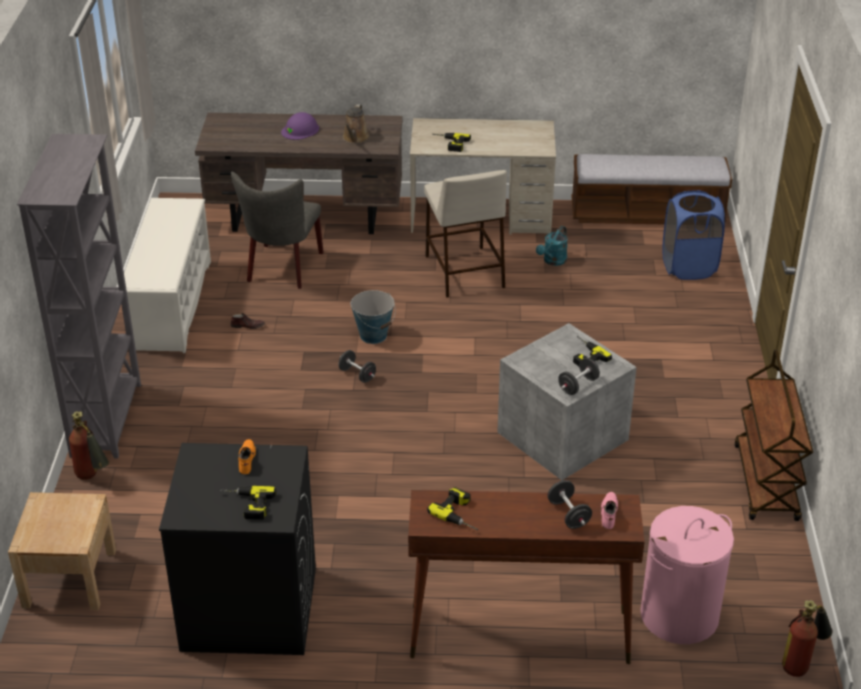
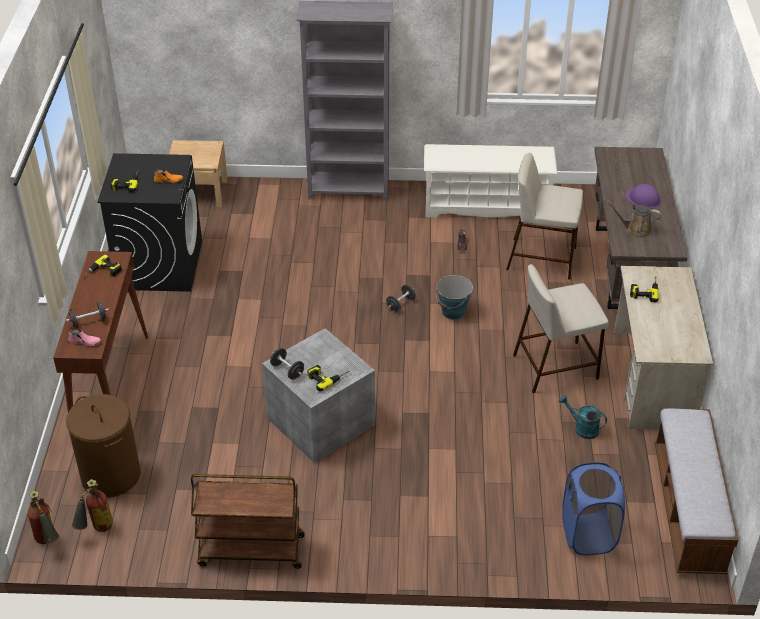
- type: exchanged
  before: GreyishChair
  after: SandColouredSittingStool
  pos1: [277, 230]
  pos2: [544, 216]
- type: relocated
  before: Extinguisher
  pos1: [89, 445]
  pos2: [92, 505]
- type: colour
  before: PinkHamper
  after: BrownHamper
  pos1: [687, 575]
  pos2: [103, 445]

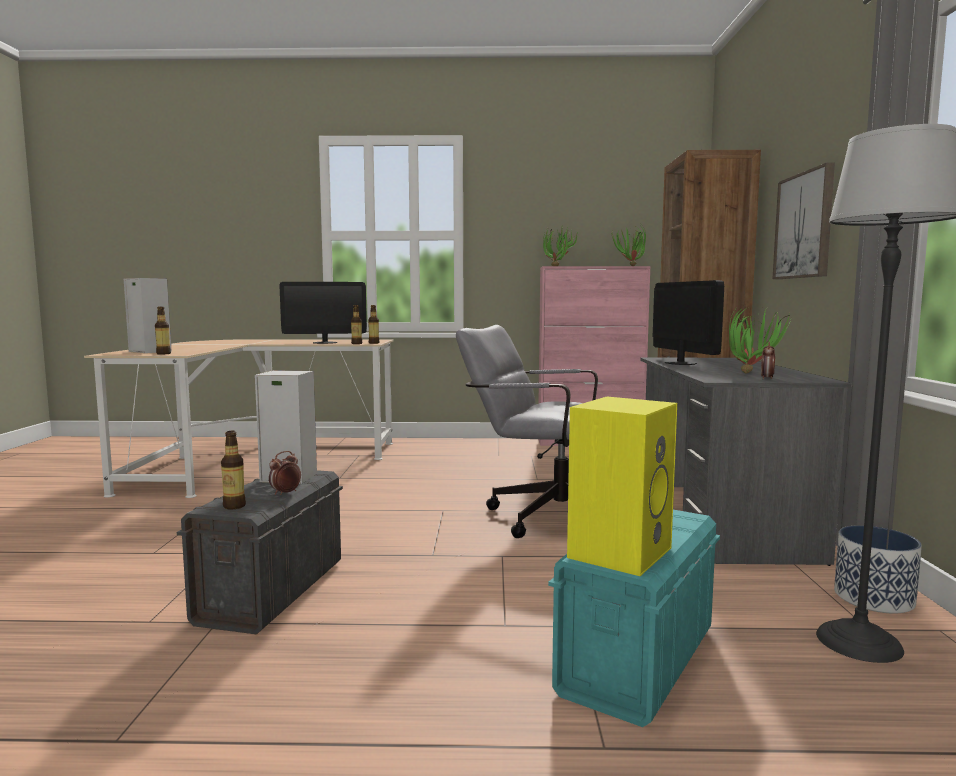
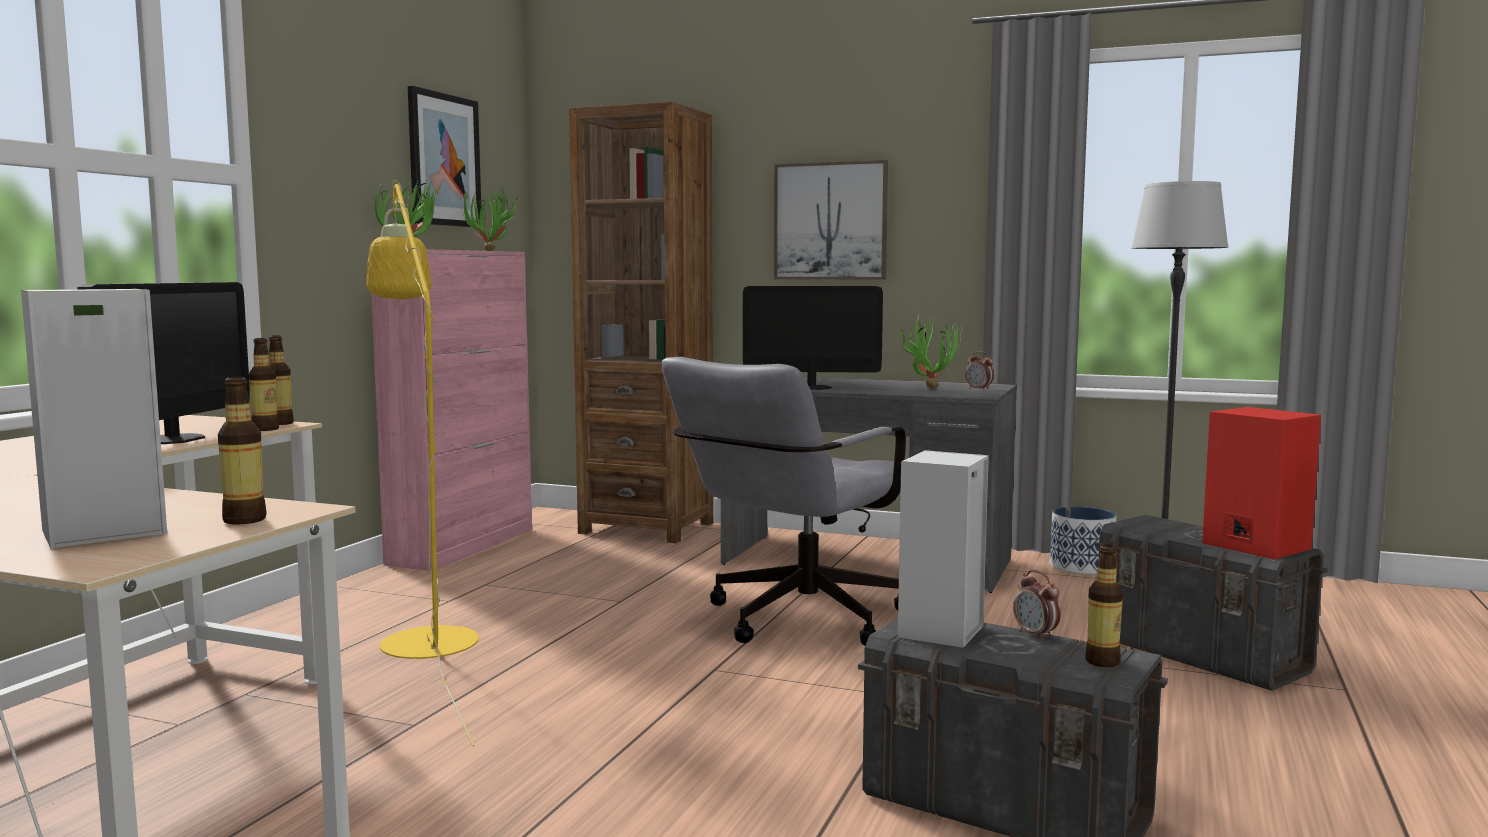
- type: colour
  before: YellowAudioSpeaker
  after: RedColouredAudioSpeaker
  pos1: [622, 486]
  pos2: [1261, 483]
- type: colour
  before: TurquoiseStorageBox
  after: GreyishStorageBox
  pos1: [634, 618]
  pos2: [1211, 603]
- type: appeared
  after: WallPicture
  pos2: [444, 156]
- type: appeared
  after: YellowStandardLamp
  pos2: [422, 463]

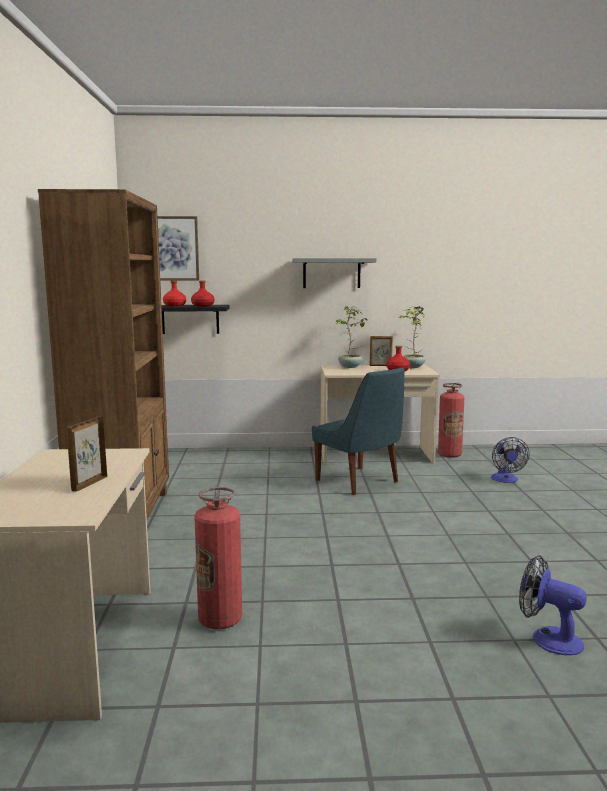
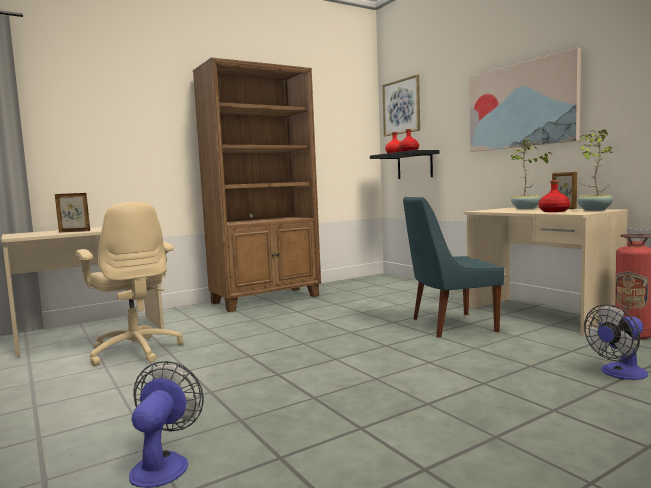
- type: exchanged
  before: GreyishShelf
  after: WallPicture
  pos1: [334, 273]
  pos2: [525, 100]
- type: spun
  before: BlueColouredChair
  pos1: [358, 431]
  pos2: [453, 267]
  turn: 60
- type: exchanged
  before: Extinguisher
  after: SandColouredOfficeChair
  pos1: [218, 558]
  pos2: [129, 284]

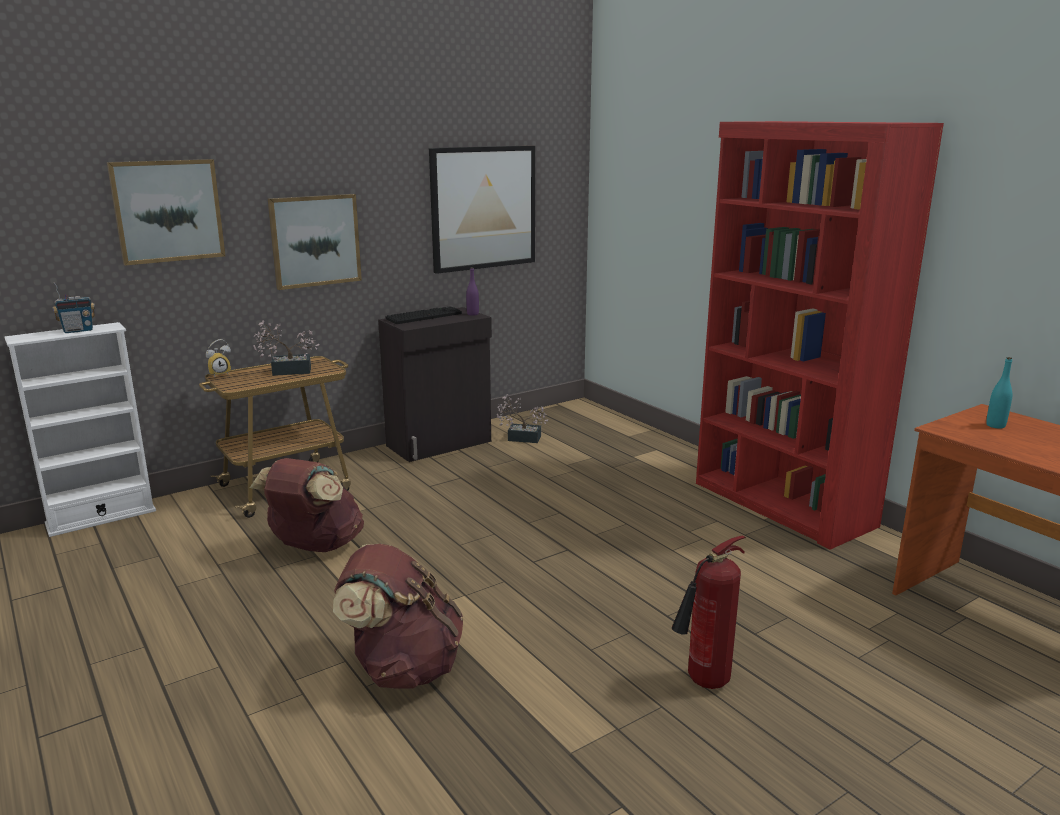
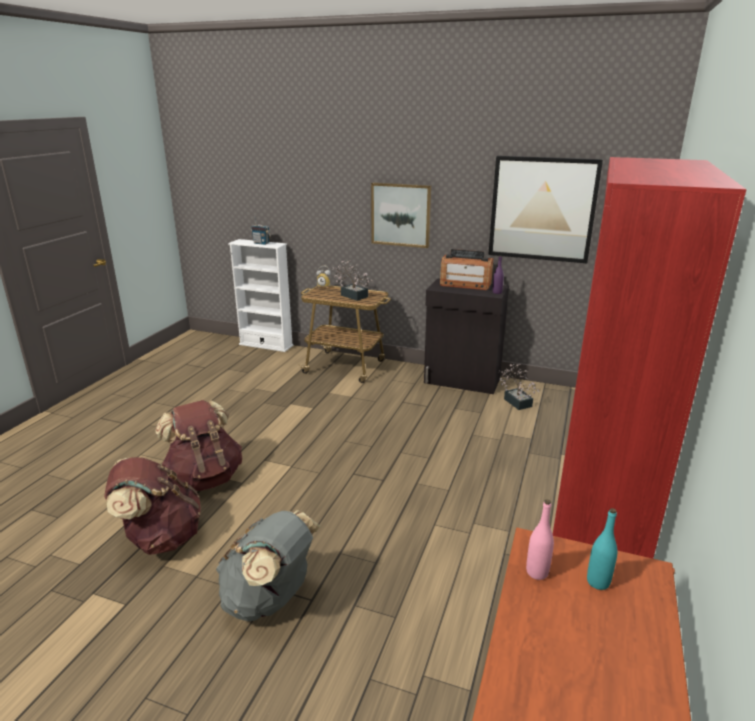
- type: missing
  before: WallPicture
  pos1: [166, 212]
- type: exchanged
  before: ComputerKeyboard
  after: RadioReceiver
  pos1: [424, 315]
  pos2: [466, 269]
- type: relocated
  before: BrownRucksack
  pos1: [307, 505]
  pos2: [152, 506]
- type: exchanged
  before: Extinguisher
  after: GreyishRucksack
  pos1: [709, 612]
  pos2: [268, 565]
- type: appeared
  after: PinkDrinkBottle
  pos2: [540, 539]

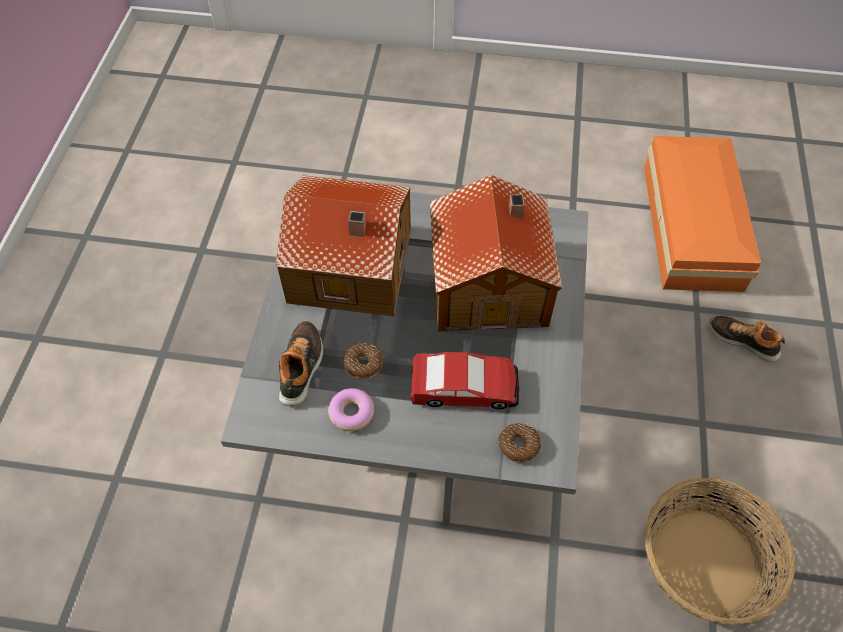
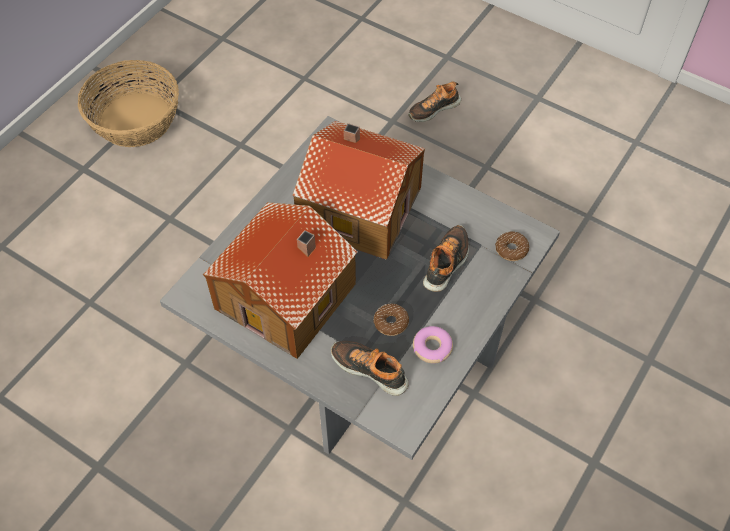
- type: missing
  before: OrangeColouredStorageBox
  pos1: [702, 214]
- type: exchanged
  before: ToyCar
  after: LowShoe
  pos1: [465, 381]
  pos2: [446, 258]
- type: relocated
  before: HouseholdBasket
  pos1: [720, 551]
  pos2: [128, 103]

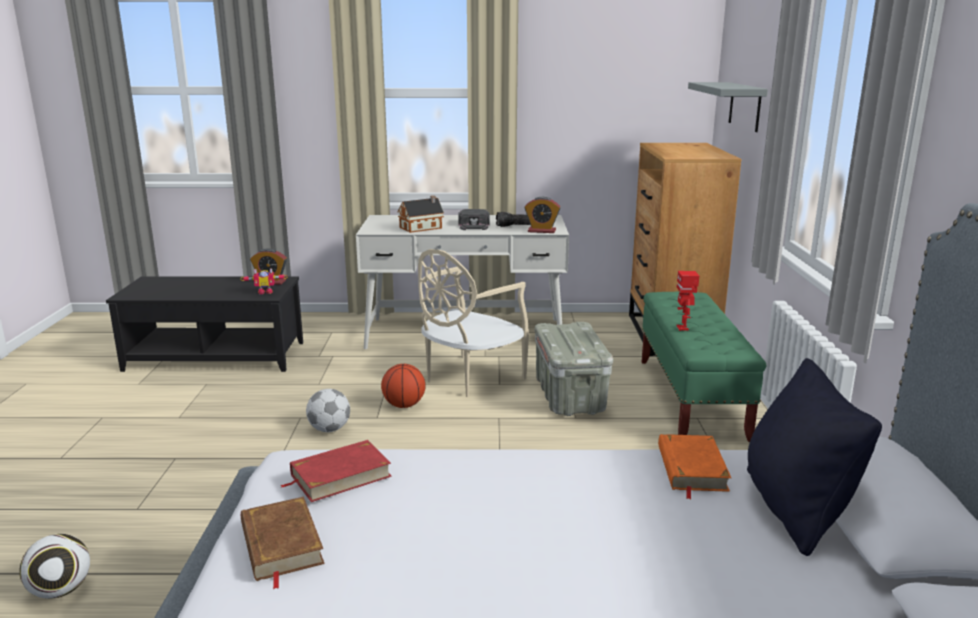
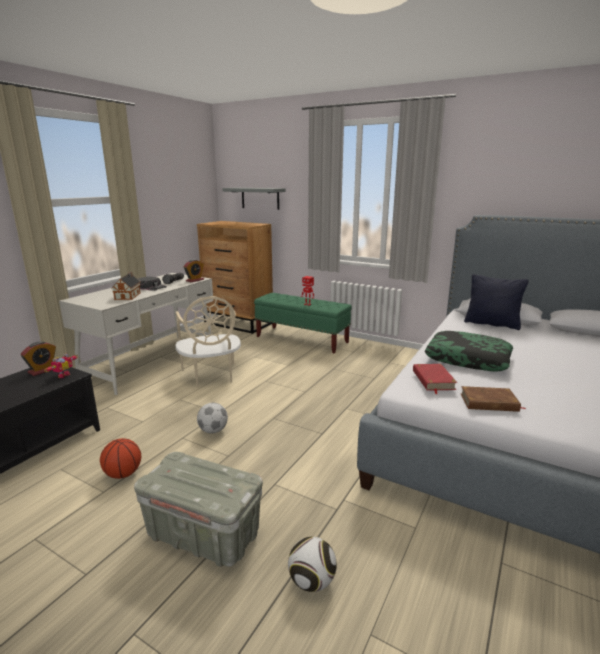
- type: relocated
  before: GreyishStorageBox
  pos1: [574, 369]
  pos2: [198, 509]
- type: relocated
  before: BallForBasketball
  pos1: [403, 386]
  pos2: [120, 458]
- type: missing
  before: OrangeColouredBoundBook
  pos1: [694, 466]
- type: appeared
  after: Pillow
  pos2: [469, 351]

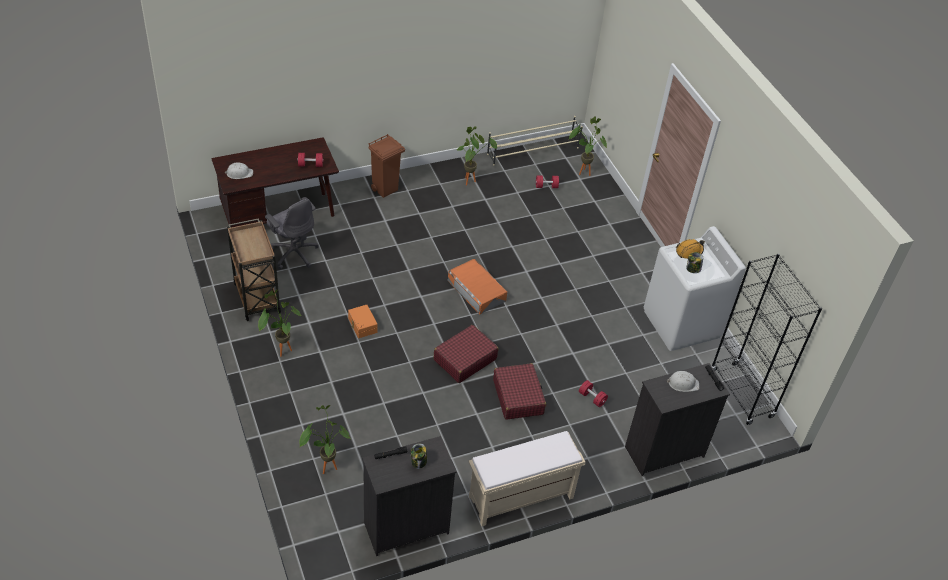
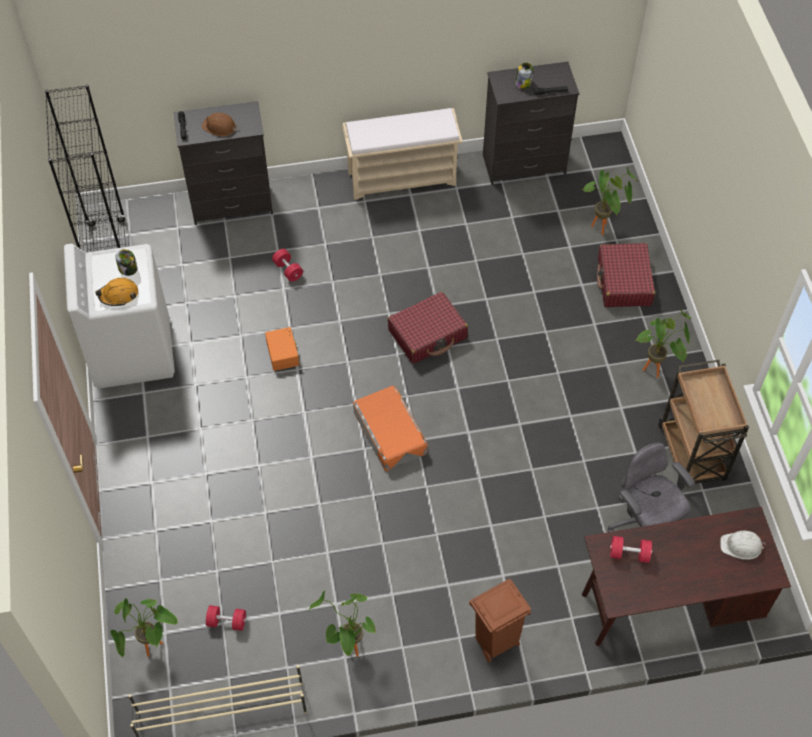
- type: relocated
  before: OrangeColouredStorageBox
  pos1: [363, 321]
  pos2: [282, 349]
- type: relocated
  before: RedColouredPieceOfLuggage
  pos1: [519, 391]
  pos2: [626, 275]
- type: colour
  before: WhitishSafetyHelmet
  after: BrownSafetyHelmet
  pos1: [683, 381]
  pos2: [219, 125]

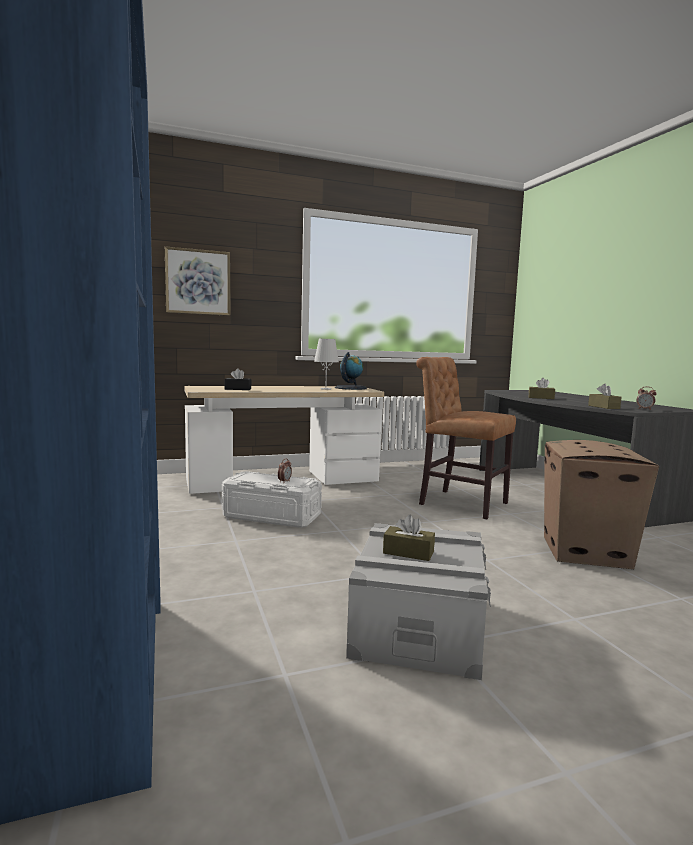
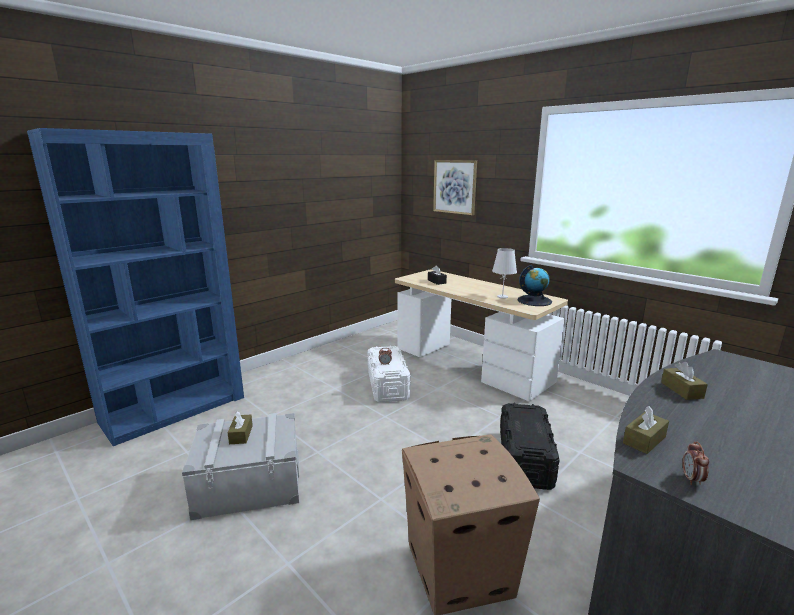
- type: exchanged
  before: BrownChair
  after: BlackishStorageBox
  pos1: [466, 438]
  pos2: [530, 446]

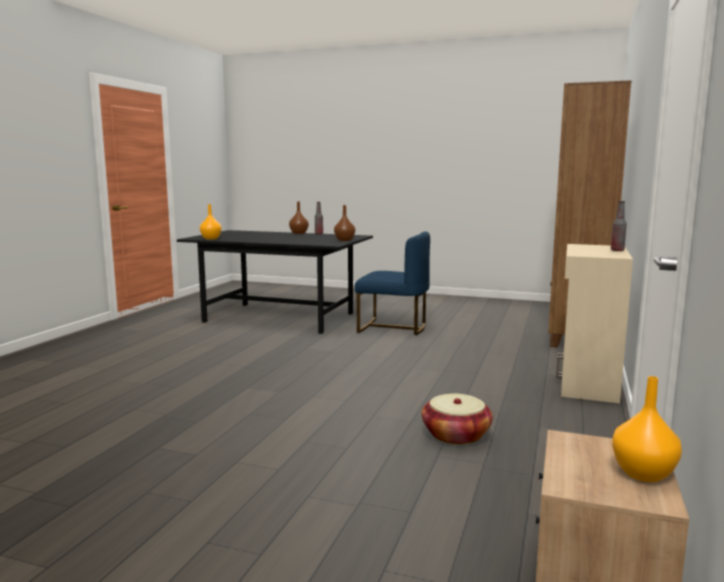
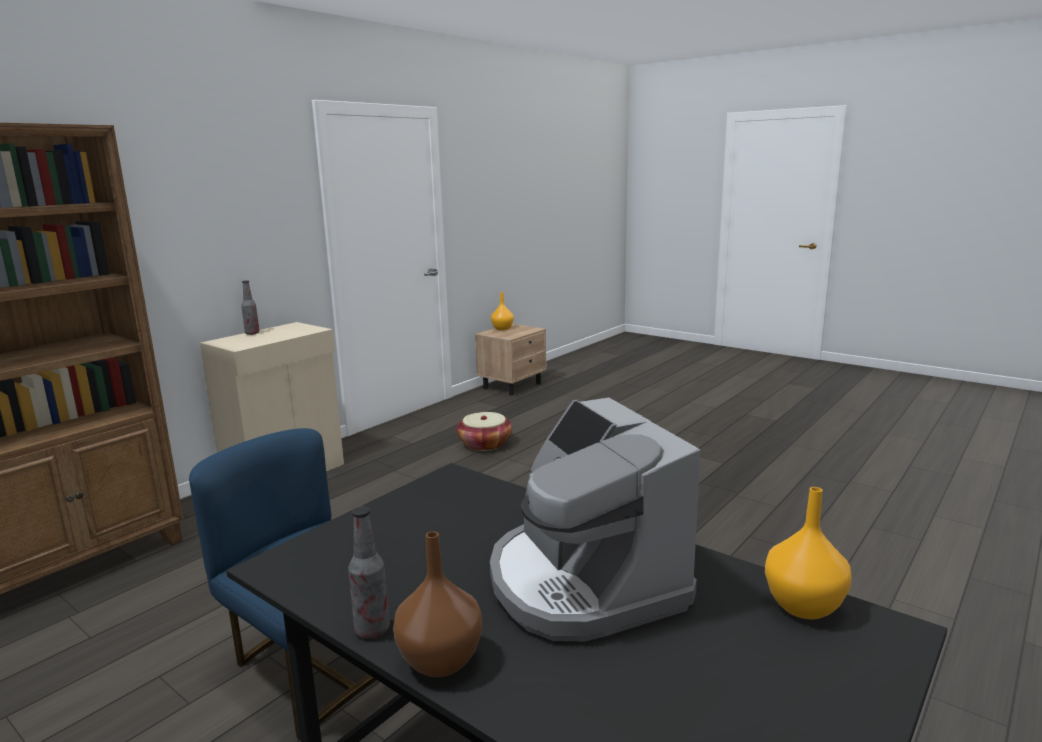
- type: missing
  before: BrownDecorativeVase
  pos1: [344, 223]
- type: appeared
  after: CoffeeMaker
  pos2: [595, 519]

